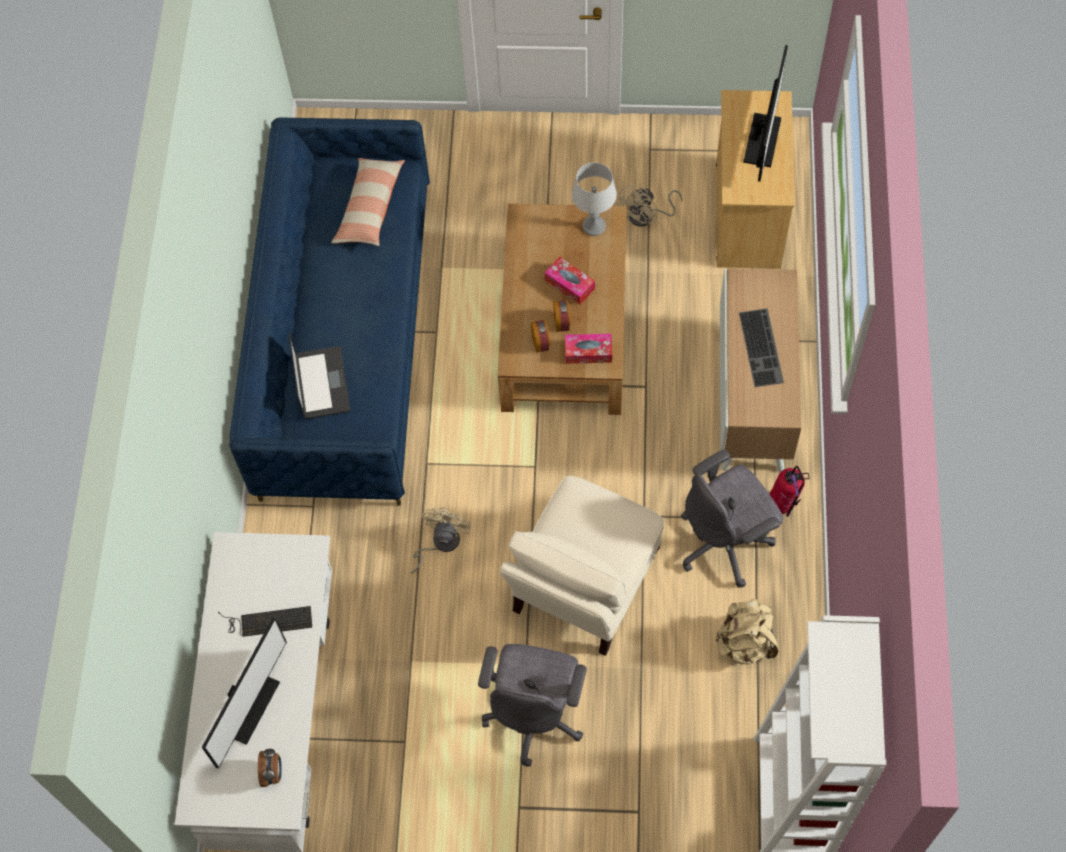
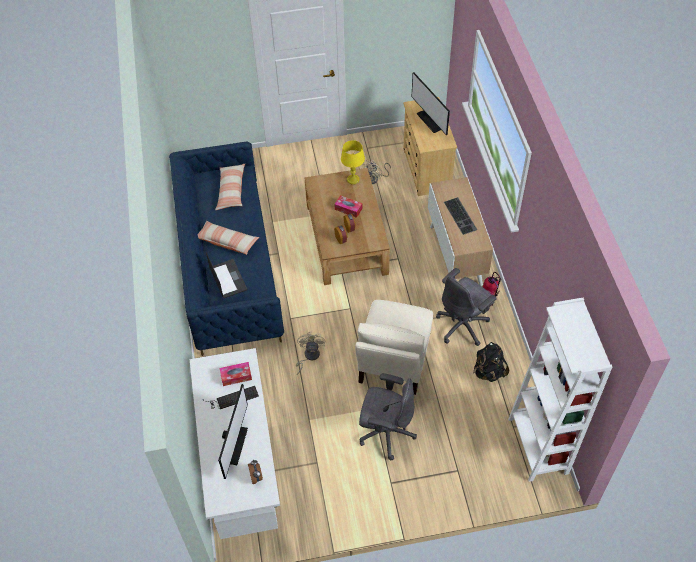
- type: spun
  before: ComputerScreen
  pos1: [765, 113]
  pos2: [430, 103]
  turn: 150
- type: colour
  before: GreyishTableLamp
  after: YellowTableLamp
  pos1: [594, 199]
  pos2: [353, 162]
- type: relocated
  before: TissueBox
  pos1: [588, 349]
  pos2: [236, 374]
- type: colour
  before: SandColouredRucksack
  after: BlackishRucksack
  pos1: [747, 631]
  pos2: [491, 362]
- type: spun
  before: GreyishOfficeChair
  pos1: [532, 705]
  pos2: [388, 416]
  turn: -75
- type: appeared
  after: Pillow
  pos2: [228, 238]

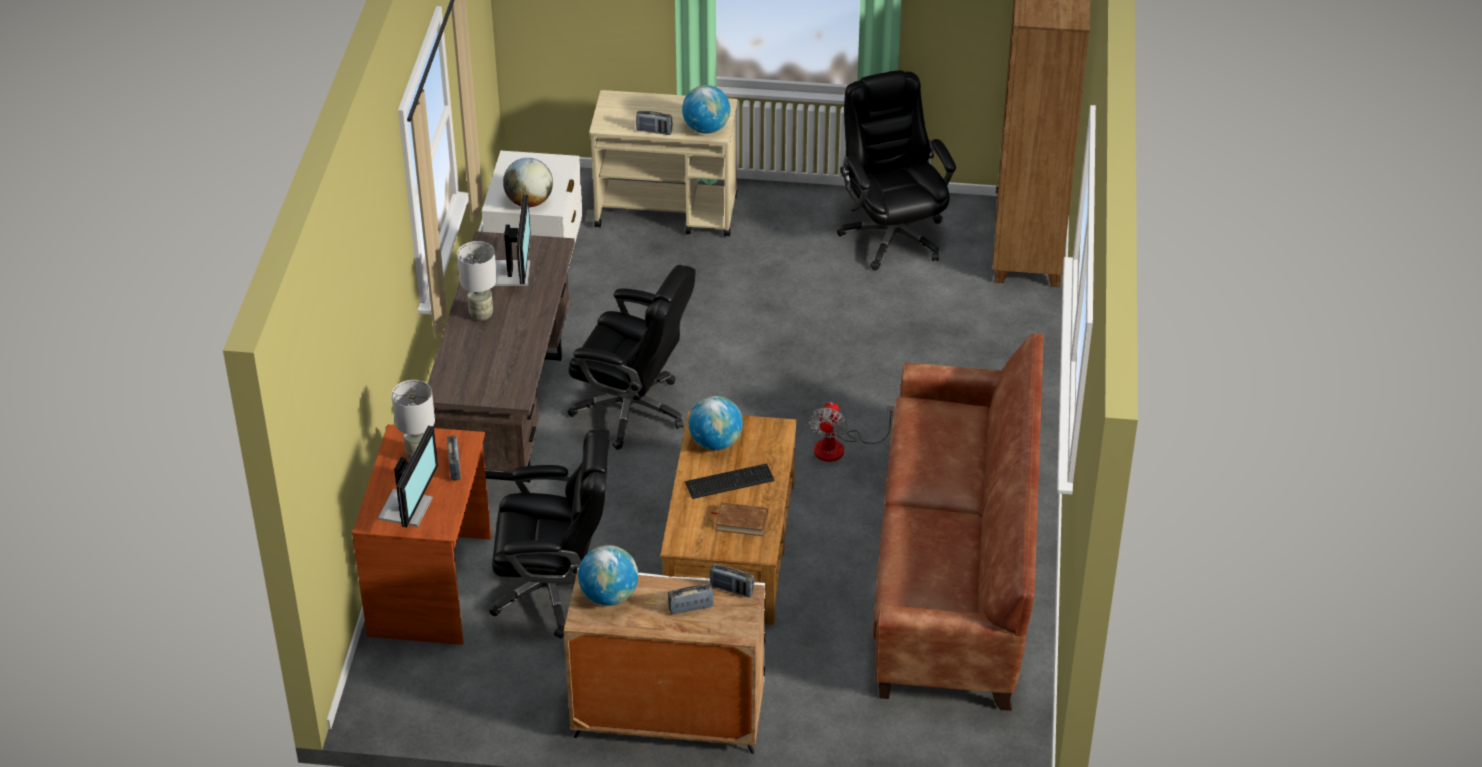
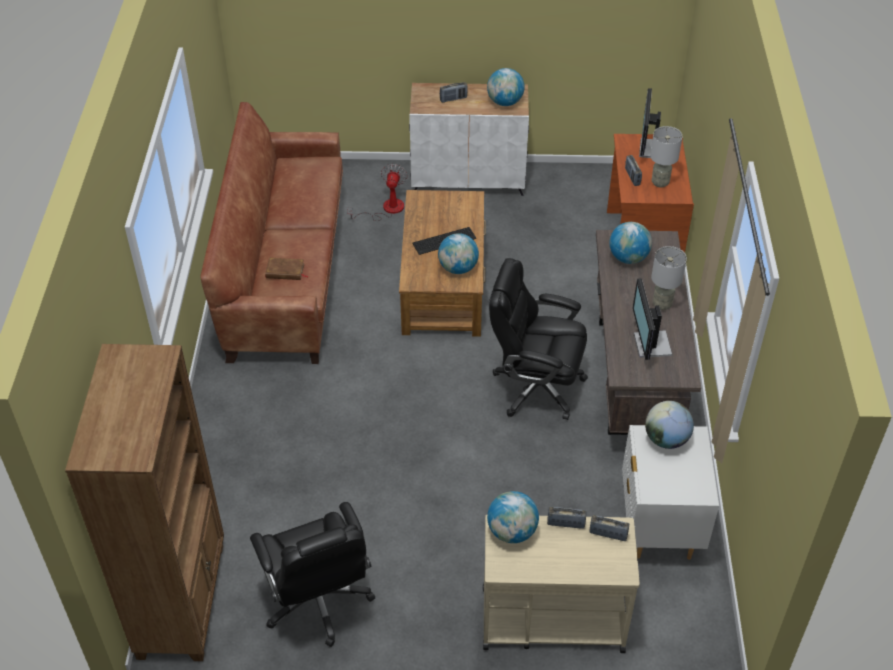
- type: relocated
  before: CoolingFan
  pos1: [852, 432]
  pos2: [377, 192]
- type: missing
  before: BlackishOfficeChair
  pos1: [549, 534]
- type: relocated
  before: BrownBoundBook
  pos1: [739, 519]
  pos2: [286, 269]
- type: relocated
  before: RadioReceiver
  pos1: [732, 580]
  pos2: [609, 528]
- type: appeared
  after: DeskGlobe
  pos2: [630, 243]

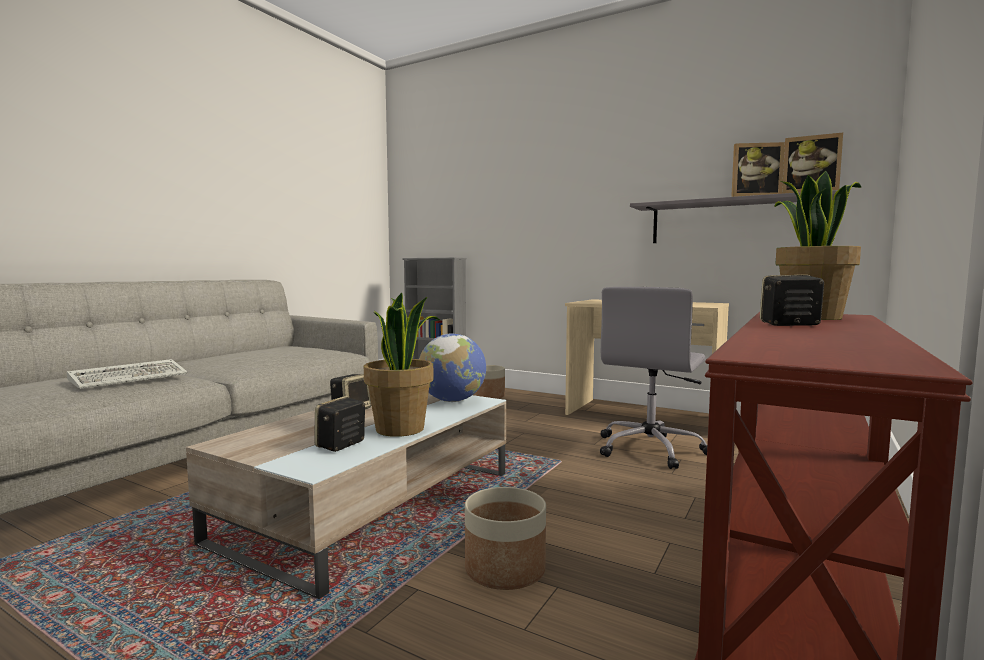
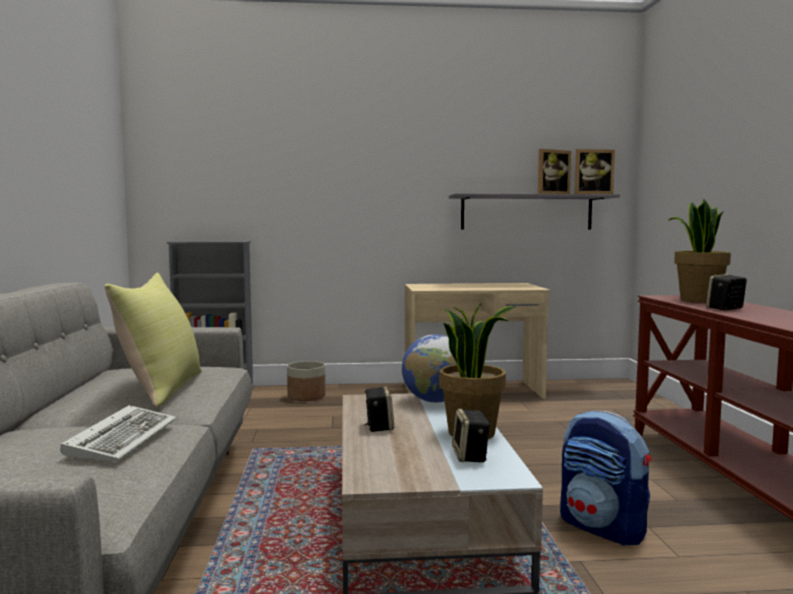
- type: missing
  before: GreyishOfficeChair
  pos1: [653, 378]
- type: exchanged
  before: PlantPot
  after: Rucksack
  pos1: [505, 538]
  pos2: [605, 478]
- type: appeared
  after: YellowPillow
  pos2: [153, 339]

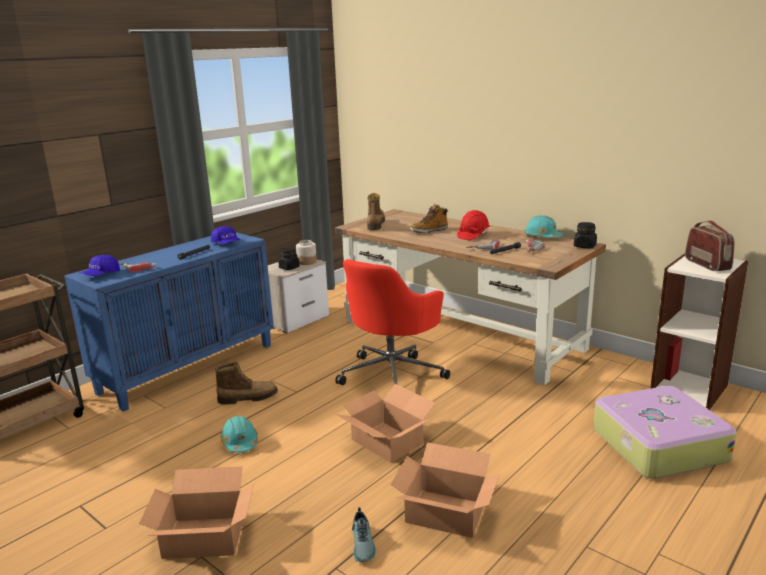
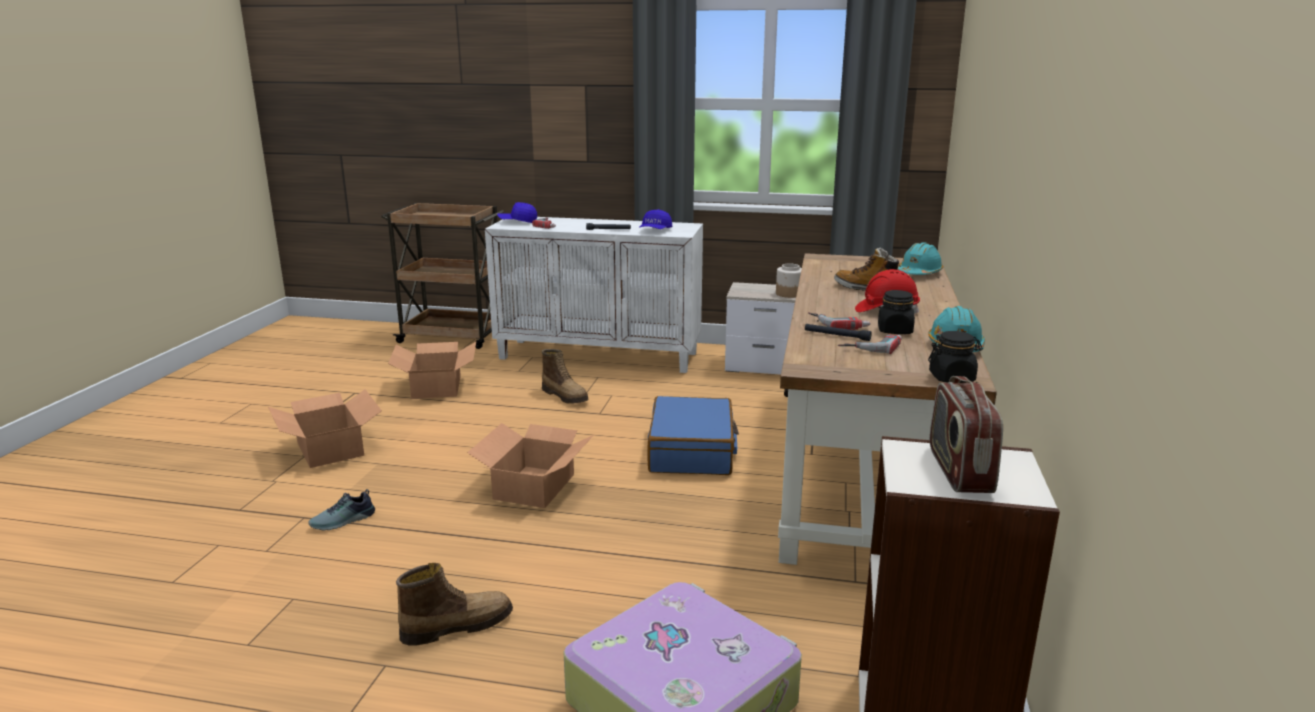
- type: relocated
  before: TallBoot
  pos1: [376, 211]
  pos2: [454, 604]
- type: spun
  before: RadioReceiver
  pos1: [709, 245]
  pos2: [966, 434]
  turn: 135
- type: colour
  before: BlueColouredCupboard
  after: WhitishCupboard
  pos1: [169, 322]
  pos2: [594, 295]
- type: relocated
  before: BlackishJar
  pos1: [289, 258]
  pos2: [896, 312]
- type: exchanged
  before: RedColouredOfficeChair
  after: BlueColouredPieceOfLuggage
  pos1: [393, 322]
  pos2: [693, 435]
- type: relocated
  before: TurquoiseSafetyHelmet
  pos1: [239, 434]
  pos2: [920, 258]
- type: relocated
  before: CardboardBox
  pos1: [445, 490]
  pos2: [432, 370]

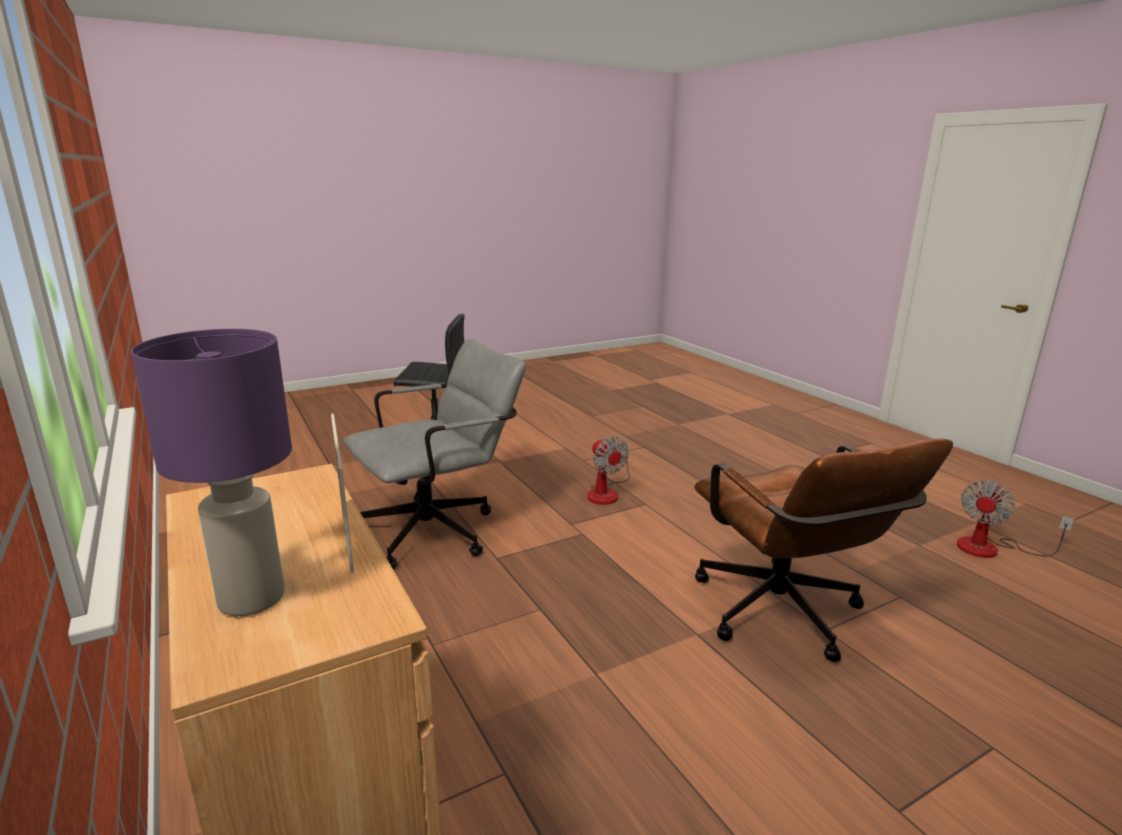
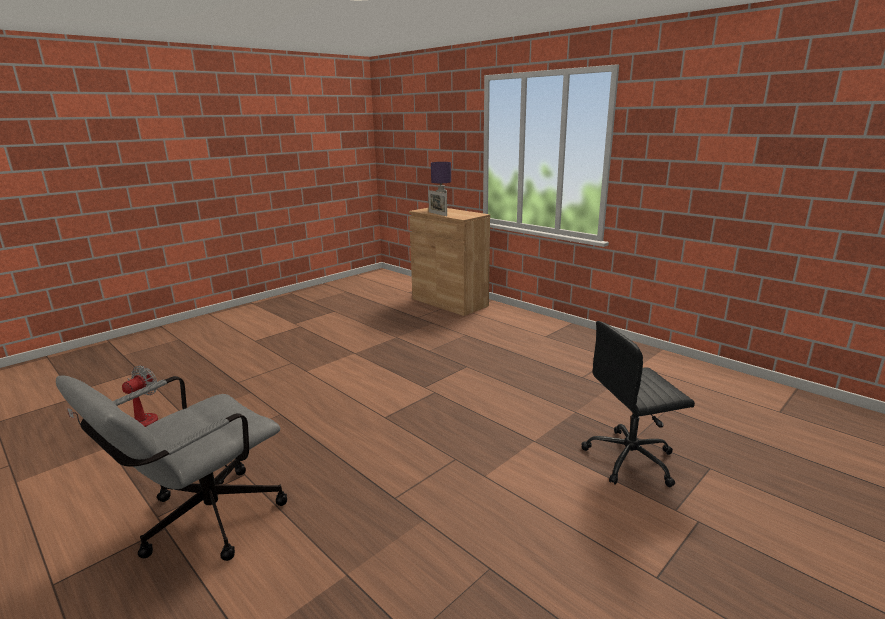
- type: relocated
  before: GreyishOfficeChair
  pos1: [434, 453]
  pos2: [171, 468]
- type: missing
  before: CoolingFan
  pos1: [608, 471]
- type: missing
  before: BrownOfficeChair
  pos1: [823, 550]

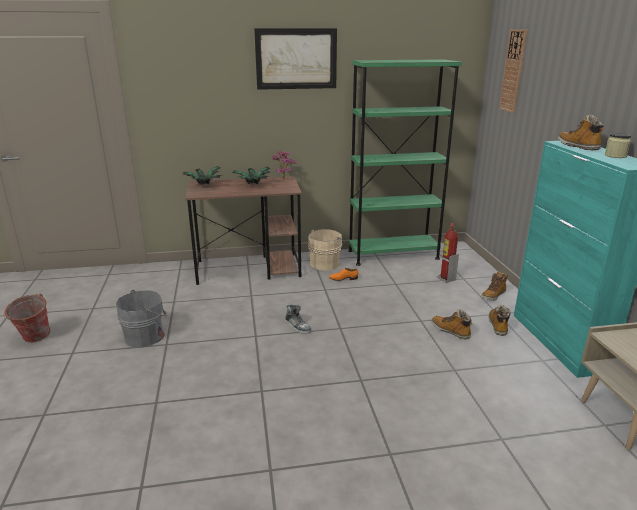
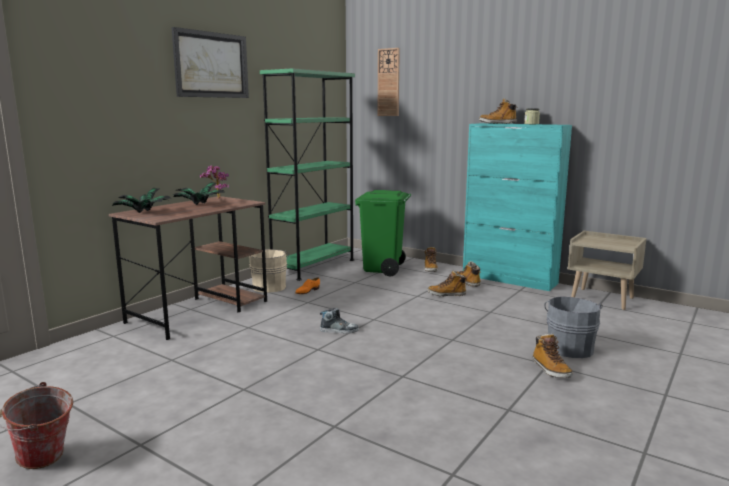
- type: exchanged
  before: Extinguisher
  after: GreenishRubbishBin
  pos1: [448, 253]
  pos2: [383, 233]
- type: relocated
  before: GreyishWaterBucket
  pos1: [141, 319]
  pos2: [573, 327]
- type: appeared
  after: TallBoot
  pos2: [553, 356]

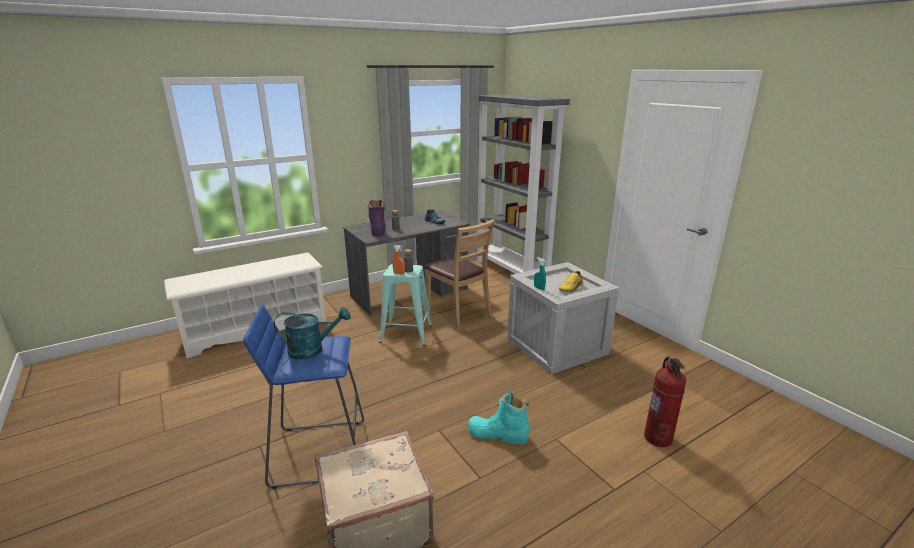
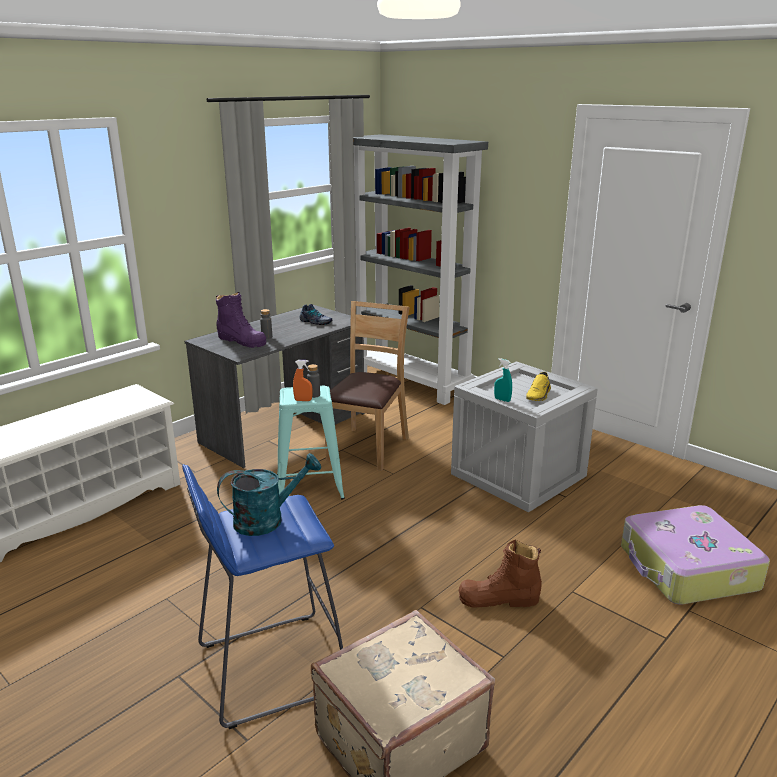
- type: spun
  before: PurpleTallBoot
  pos1: [376, 218]
  pos2: [241, 320]
  turn: 150
- type: spun
  before: BrownChair
  pos1: [459, 274]
  pos2: [367, 386]
  turn: -105
- type: exchanged
  before: Extinguisher
  after: PieceOfLuggage
  pos1: [665, 402]
  pos2: [695, 554]
- type: colour
  before: TurquoiseTallBoot
  after: BrownTallBoot
  pos1: [499, 418]
  pos2: [500, 574]

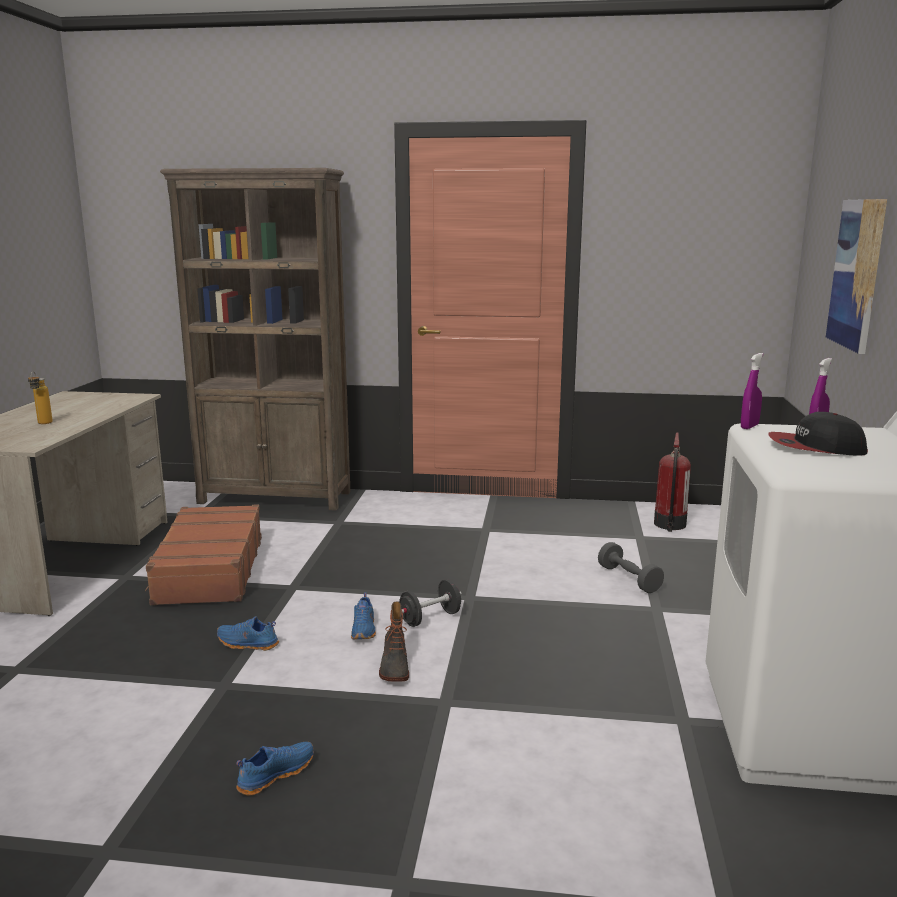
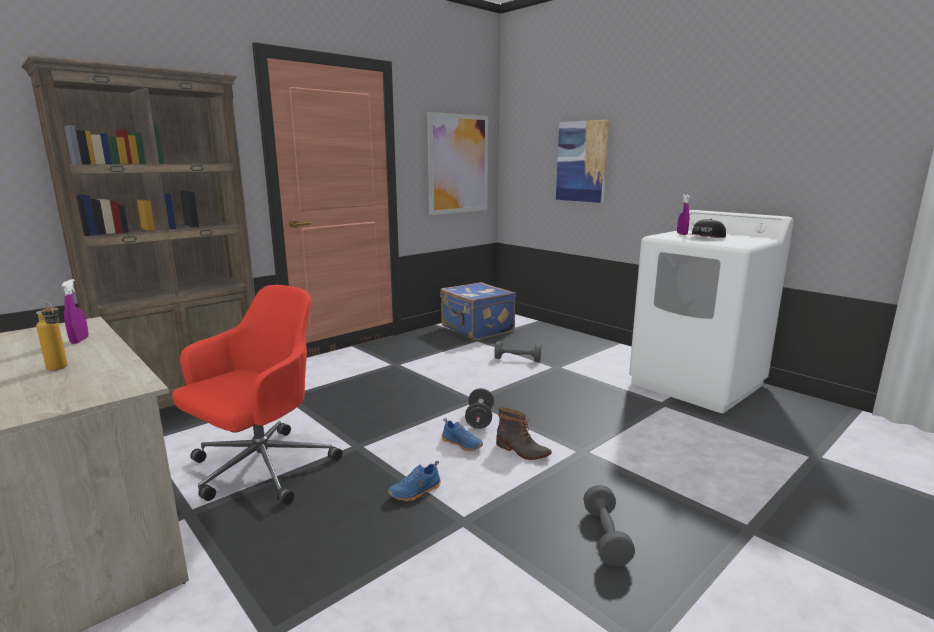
- type: relocated
  before: PurpleHandSprayer
  pos1: [752, 391]
  pos2: [74, 311]
- type: exchanged
  before: Extinguisher
  after: BlueColouredPieceOfLuggage
  pos1: [672, 482]
  pos2: [478, 311]
- type: exchanged
  before: BrownPieceOfLuggage
  after: RedColouredOfficeChair
  pos1: [203, 554]
  pos2: [257, 395]
- type: exchanged
  before: BlueColouredLowShoe
  after: GreyishHandWeight
  pos1: [275, 768]
  pos2: [609, 525]
- type: appeared
  after: WallPicture
  pos2: [457, 163]

